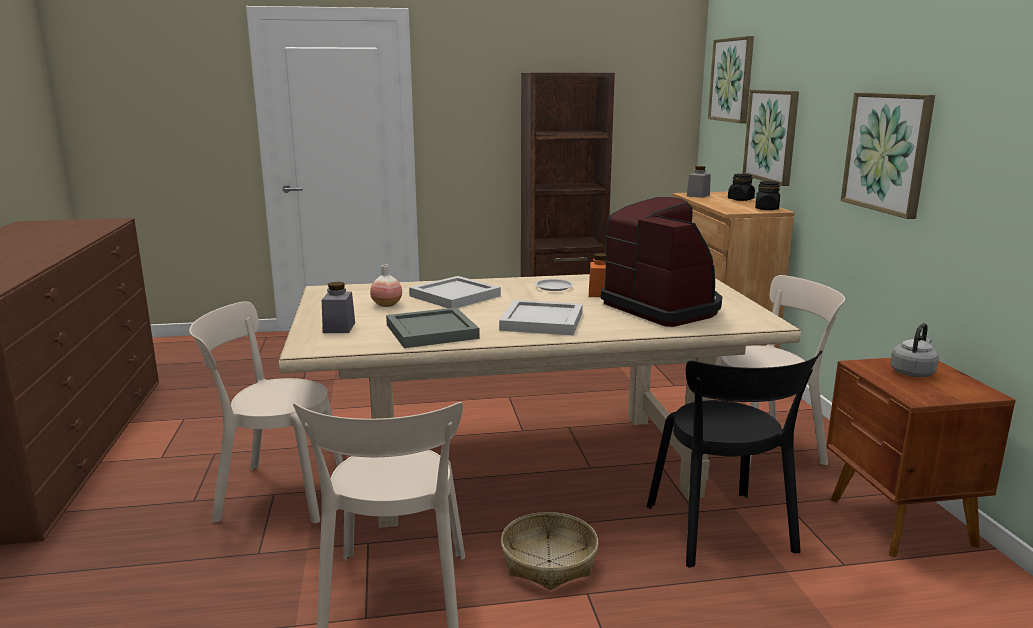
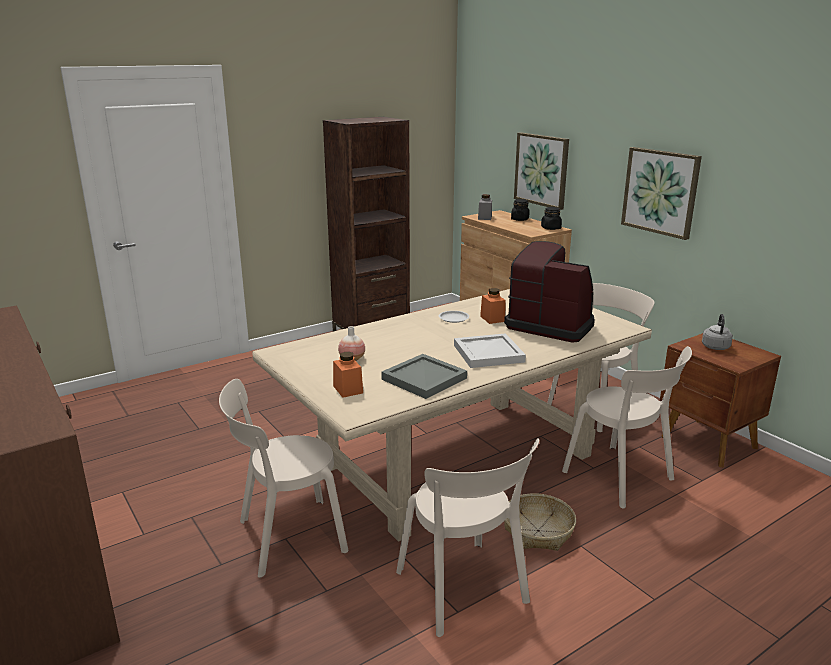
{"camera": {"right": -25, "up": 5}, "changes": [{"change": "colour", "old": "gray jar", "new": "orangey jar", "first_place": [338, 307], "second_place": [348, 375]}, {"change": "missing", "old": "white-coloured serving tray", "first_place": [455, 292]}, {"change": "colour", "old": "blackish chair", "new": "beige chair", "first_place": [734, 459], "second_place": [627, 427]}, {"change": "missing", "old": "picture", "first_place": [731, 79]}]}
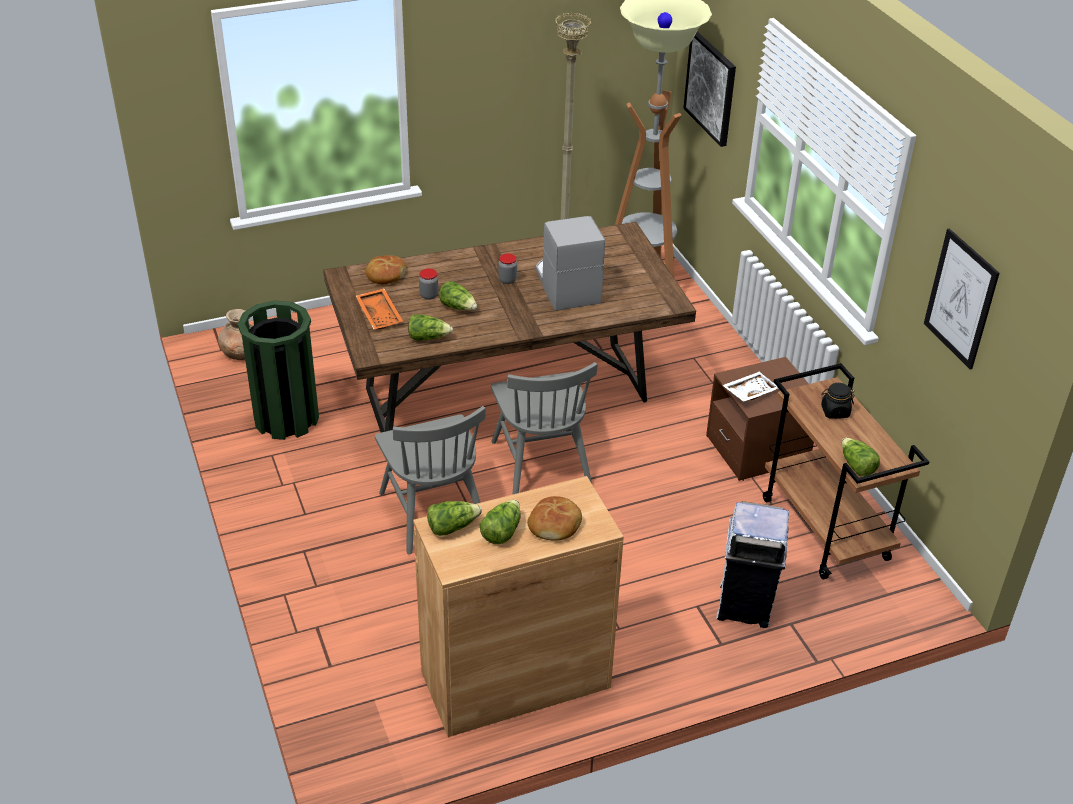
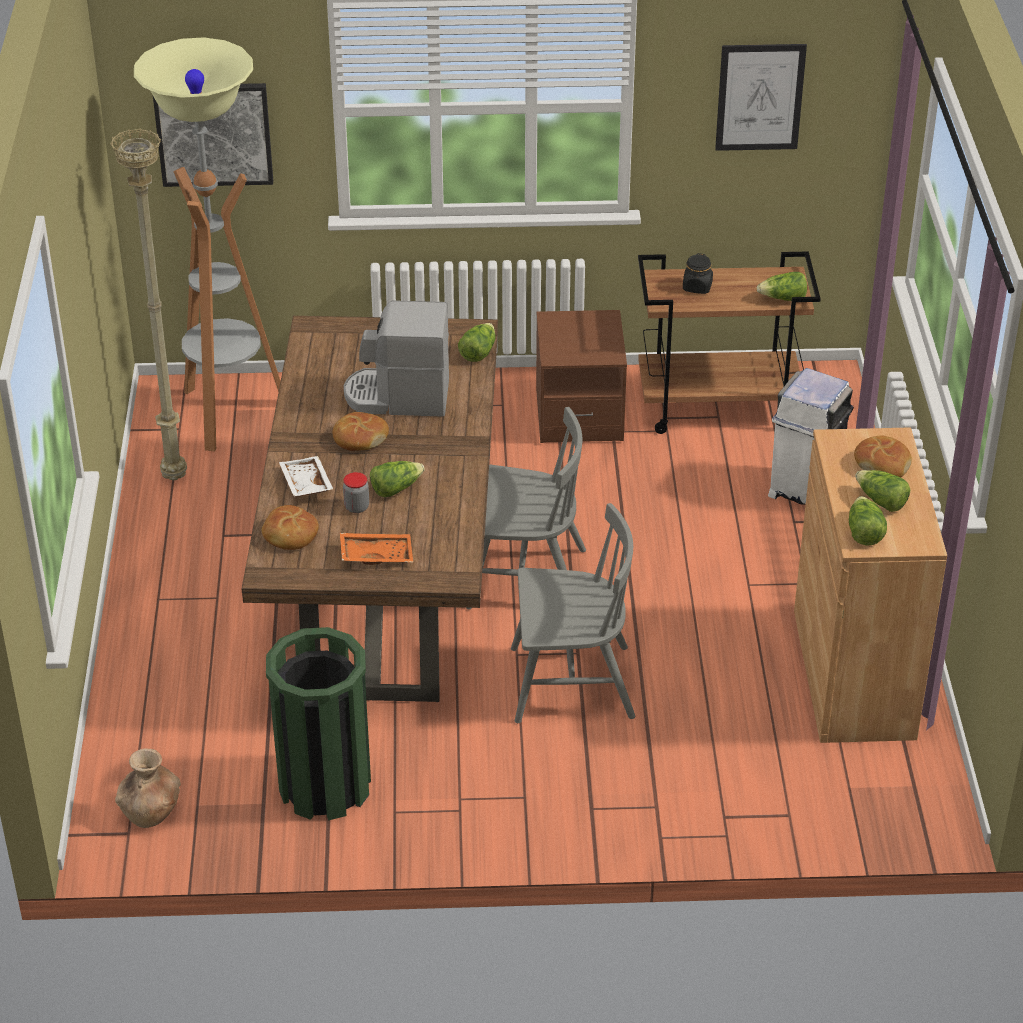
{"camera": {"right": -70, "up": 0}, "changes": [{"change": "relocated", "old": "head of lettuce", "first_place": [430, 327], "second_place": [477, 342]}, {"change": "exchanged", "old": "jar", "new": "bread", "first_place": [507, 269], "second_place": [361, 431]}, {"change": "relocated", "old": "white-coloured serving tray", "first_place": [750, 386], "second_place": [306, 476]}]}
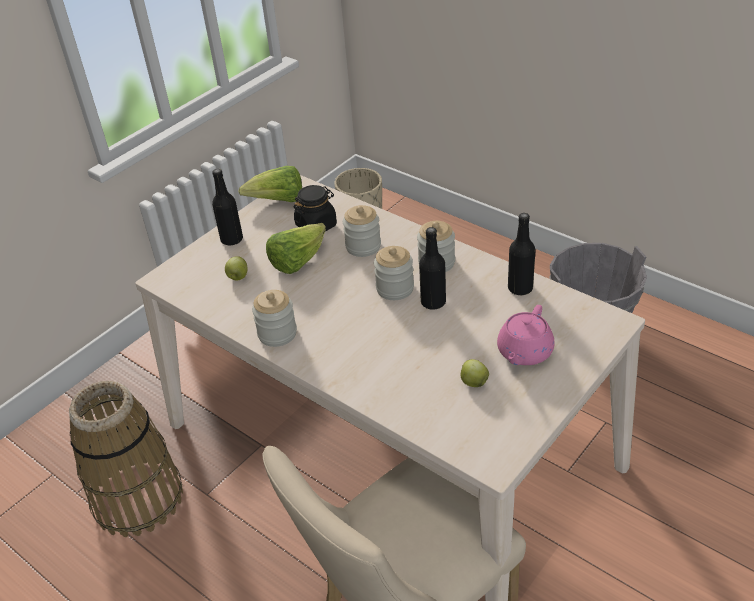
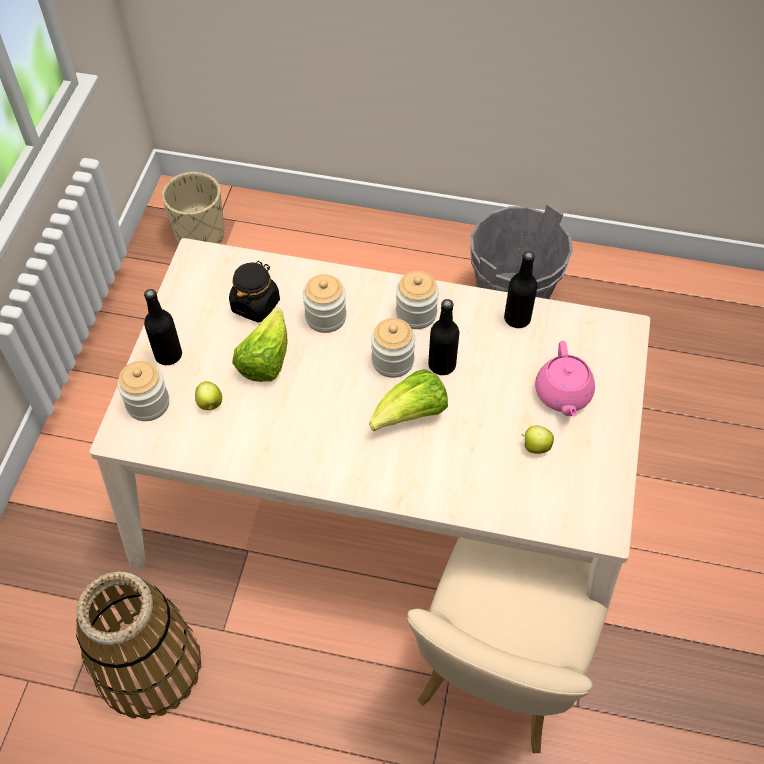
{"camera": {"right": -30, "up": 15}, "changes": [{"change": "relocated", "old": "head of lettuce", "first_place": [270, 184], "second_place": [408, 400]}, {"change": "relocated", "old": "jar", "first_place": [274, 318], "second_place": [143, 391]}]}
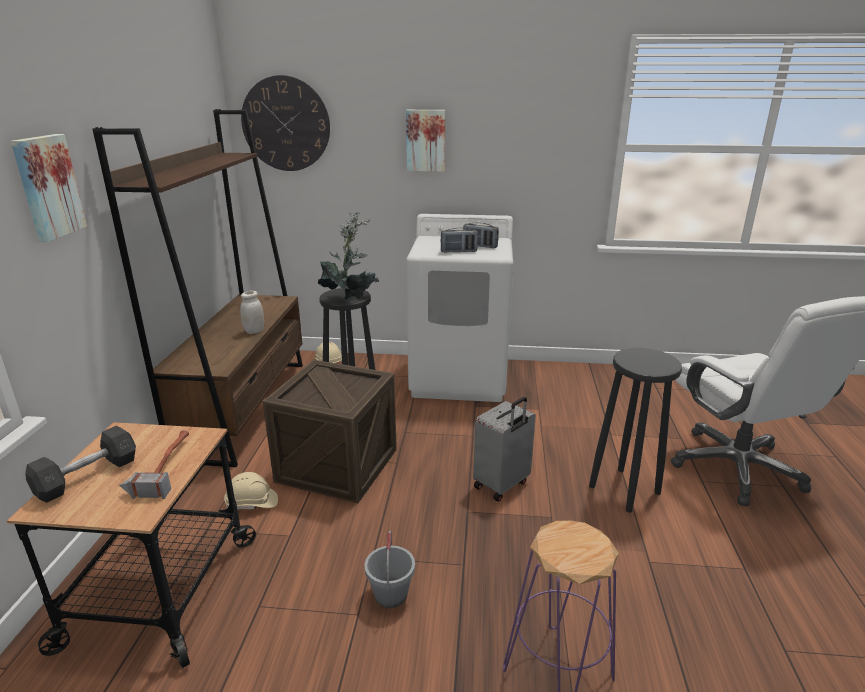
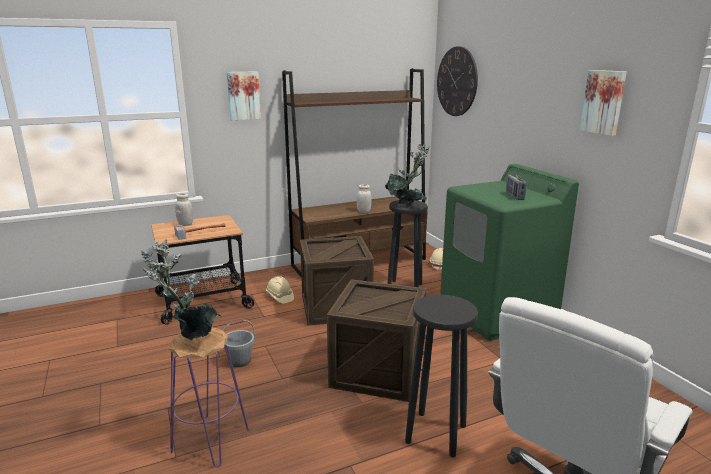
{"camera": {"right": 60, "up": -5}, "changes": [{"change": "exchanged", "old": "gray dumbbell", "new": "white-coloured jar", "first_place": [80, 464], "second_place": [184, 209]}, {"change": "relocated", "old": "picture", "first_place": [425, 141], "second_place": [603, 103]}, {"change": "colour", "old": "white-coloured laundry appliance", "new": "greenish laundry appliance", "first_place": [460, 308], "second_place": [509, 252]}, {"change": "missing", "old": "radio set", "first_place": [459, 240]}, {"change": "exchanged", "old": "gray piece of luggage", "new": "shipping crate", "first_place": [504, 449], "second_place": [376, 340]}, {"change": "appeared", "new": "potted plant", "second_place": [181, 289]}]}
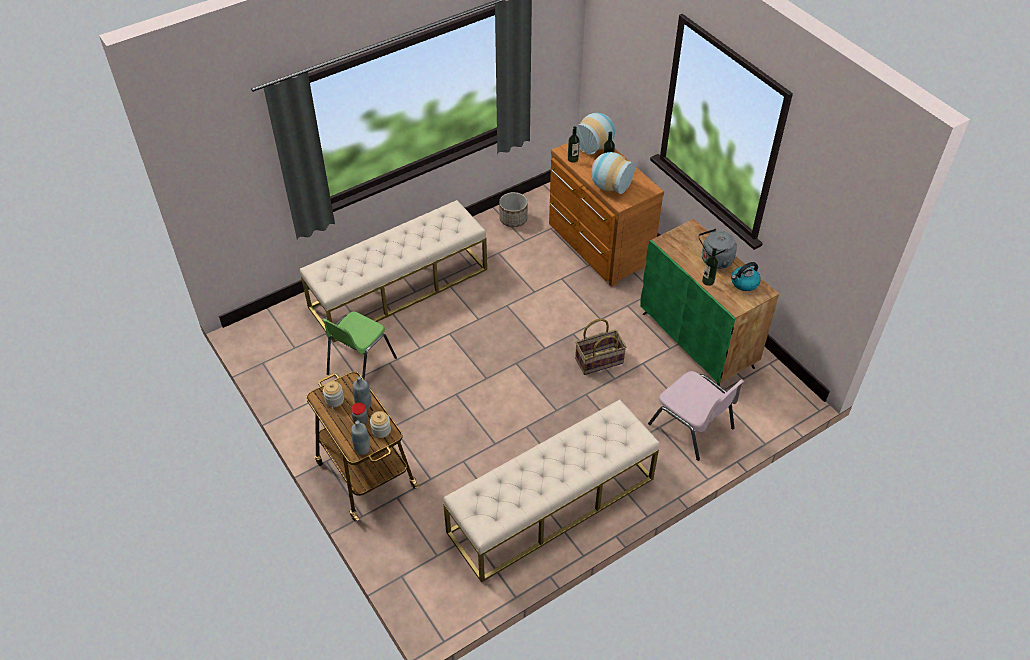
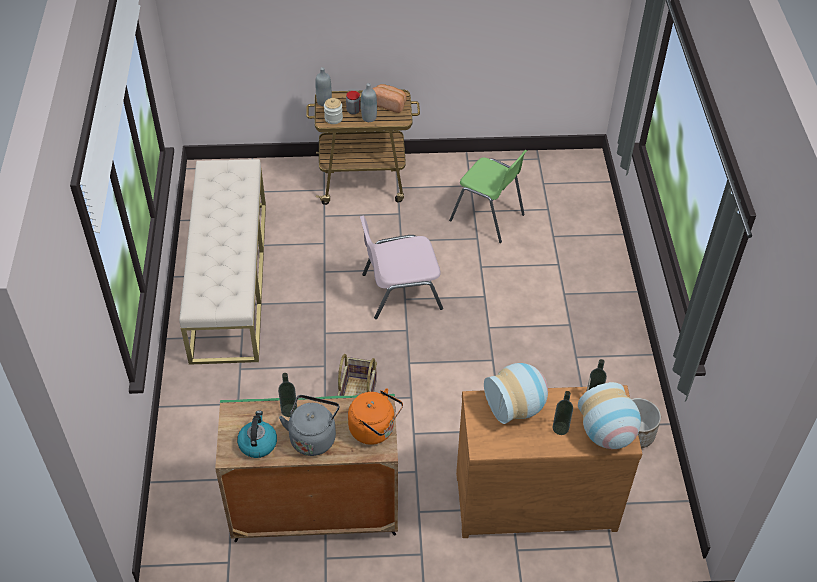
{"camera": {"right": 120, "up": 0}, "changes": [{"change": "missing", "old": "beige indoor bench", "first_place": [393, 271]}, {"change": "spun", "old": "greenish chair", "first_place": [359, 346], "second_place": [488, 196], "degrees": 150}, {"change": "exchanged", "old": "jar", "new": "bread", "first_place": [333, 394], "second_place": [390, 98]}, {"change": "relocated", "old": "pink chair", "first_place": [696, 416], "second_place": [401, 267]}, {"change": "appeared", "new": "orangey tea kettle", "second_place": [375, 416]}]}
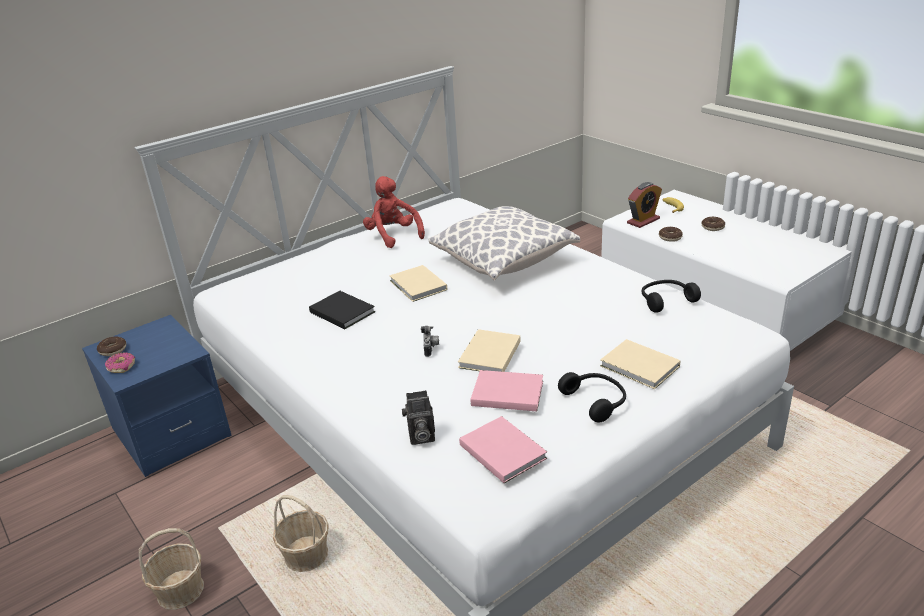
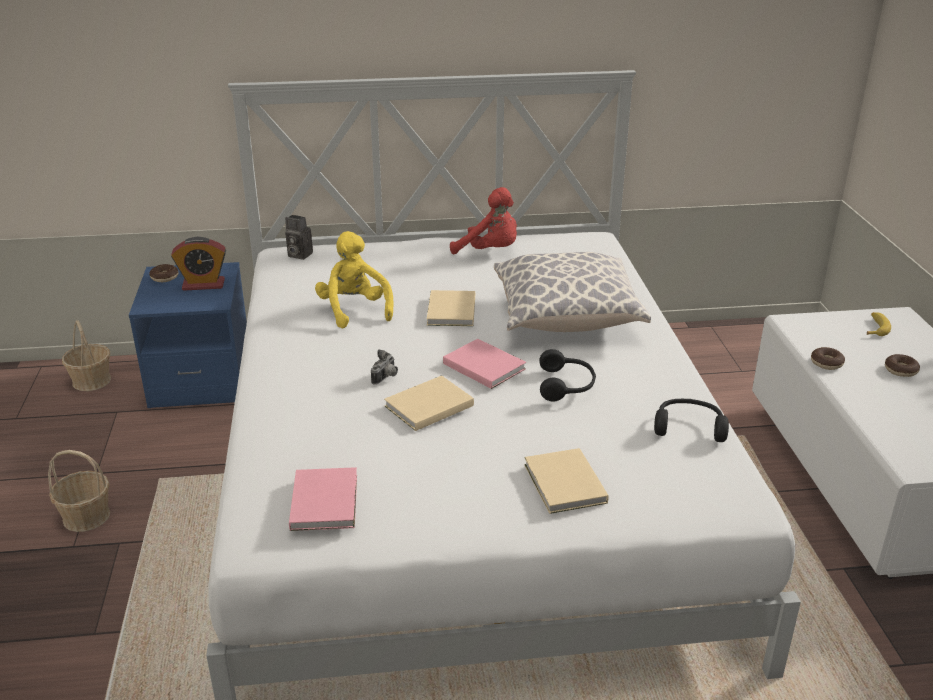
{"camera": {"right": 30, "up": 0}, "changes": [{"change": "missing", "old": "doughnut", "first_place": [120, 362]}, {"change": "relocated", "old": "basket", "first_place": [301, 533], "second_place": [86, 355]}, {"change": "exchanged", "old": "blackish bound book", "new": "yellow-coloured soft toy", "first_place": [342, 310], "second_place": [354, 280]}, {"change": "spun", "old": "red soft toy", "first_place": [394, 212], "second_place": [483, 220], "degrees": 120}, {"change": "relocated", "old": "still camera", "first_place": [418, 417], "second_place": [299, 237]}, {"change": "relocated", "old": "pink bound book", "first_place": [506, 390], "second_place": [484, 364]}, {"change": "relocated", "old": "blackish headset", "first_place": [592, 397], "second_place": [567, 375]}, {"change": "relocated", "old": "table clock", "first_place": [644, 205], "second_place": [198, 264]}]}
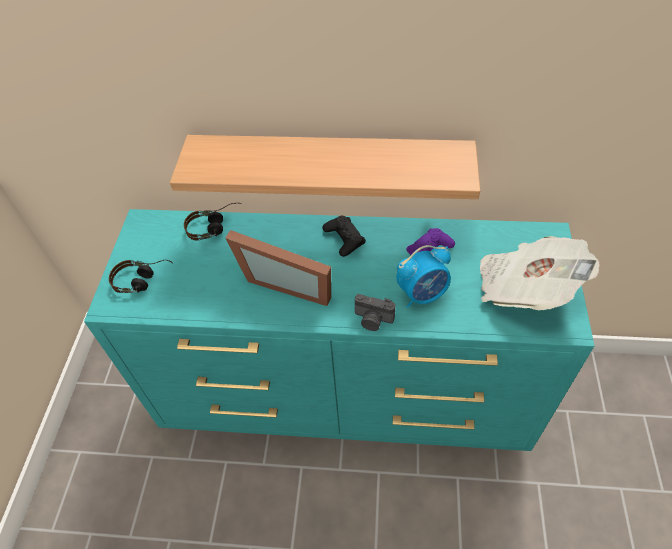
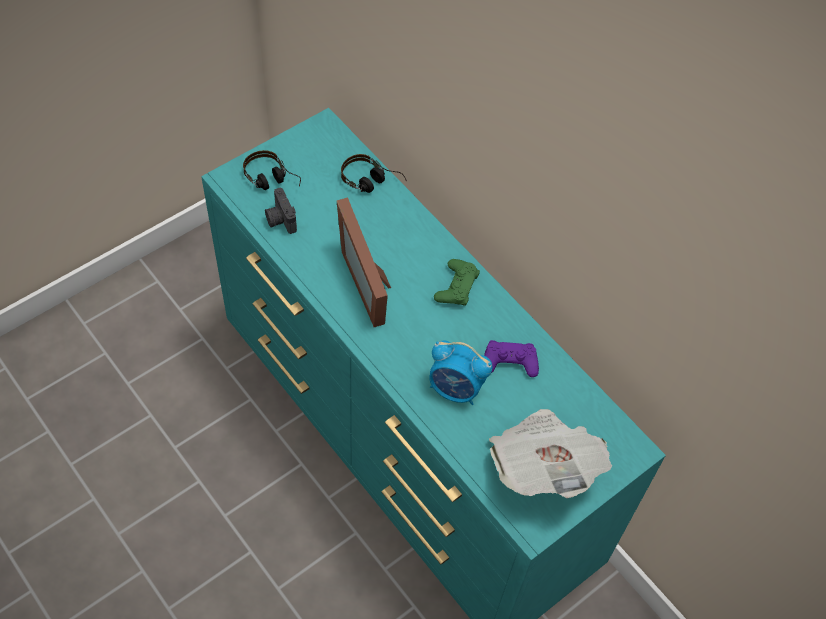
{"camera": {"right": 40, "up": 5}, "changes": [{"change": "missing", "old": "wall shelf", "first_place": [325, 167]}, {"change": "colour", "old": "blackish game controller", "new": "greenish game controller", "first_place": [344, 236], "second_place": [457, 282]}, {"change": "relocated", "old": "still camera", "first_place": [375, 312], "second_place": [281, 211]}]}
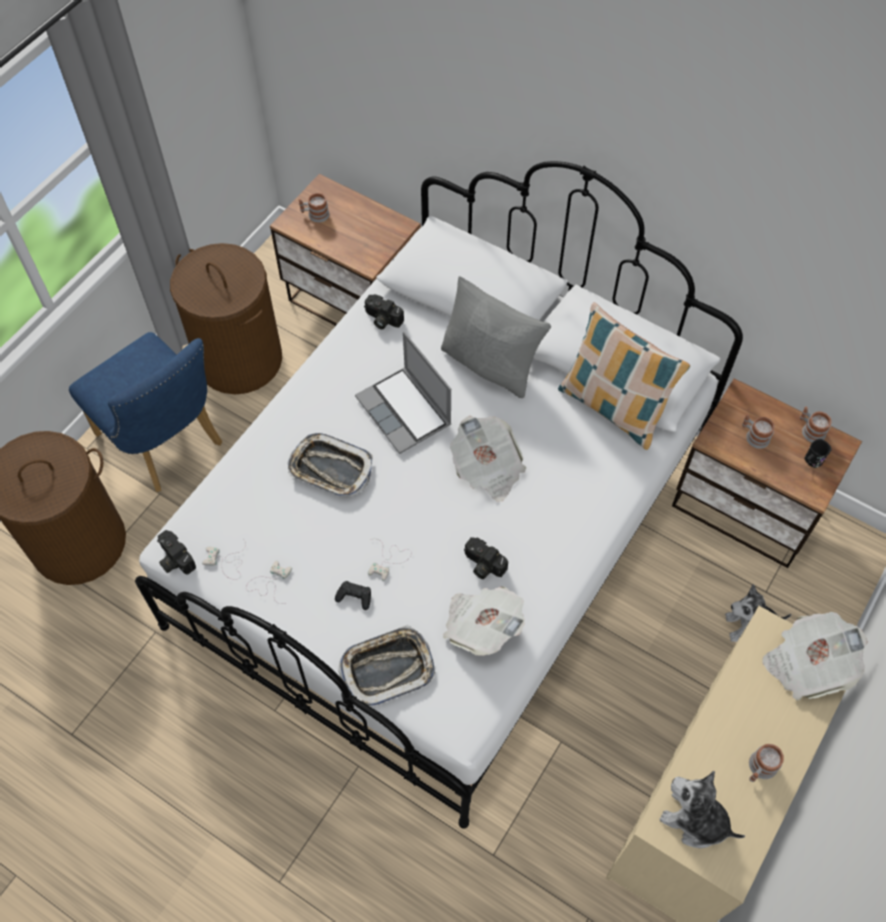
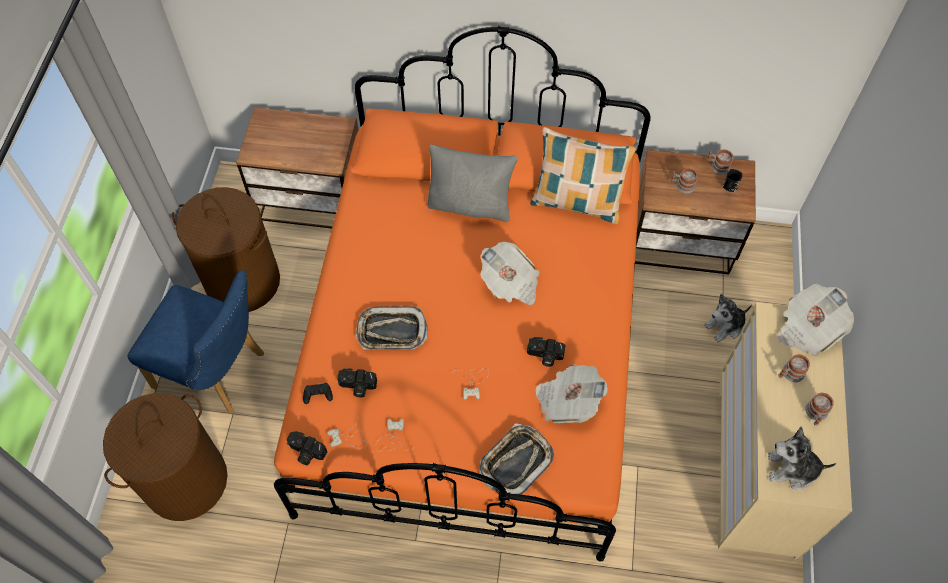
{"camera": {"right": -25, "up": 0}, "changes": [{"change": "colour", "old": "white-coloured bed", "new": "orangey bed", "first_place": [439, 494], "second_place": [462, 294]}, {"change": "relocated", "old": "coffee mug", "first_place": [314, 208], "second_place": [794, 368]}, {"change": "relocated", "old": "blackish game controller", "first_place": [353, 595], "second_place": [318, 393]}, {"change": "missing", "old": "laptop", "first_place": [403, 392]}, {"change": "relocated", "old": "still camera", "first_place": [384, 311], "second_place": [357, 382]}]}
